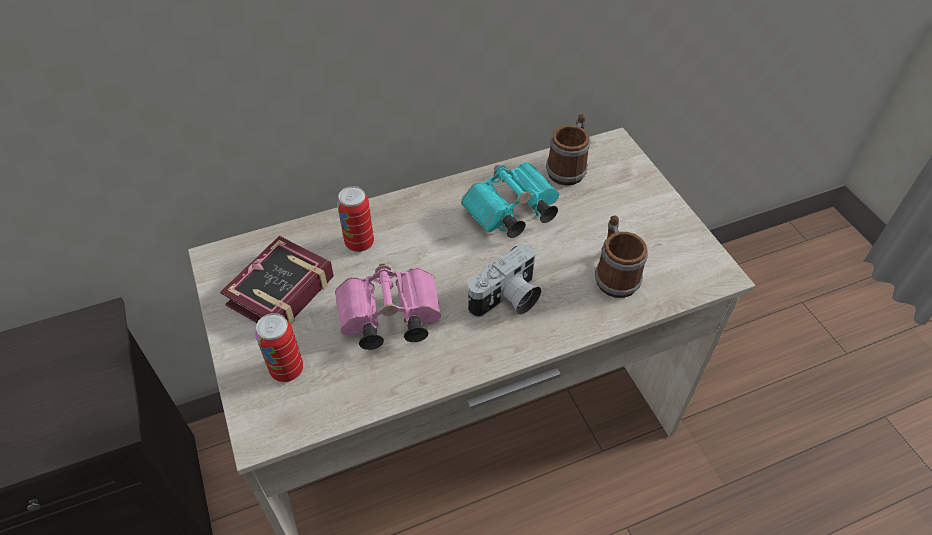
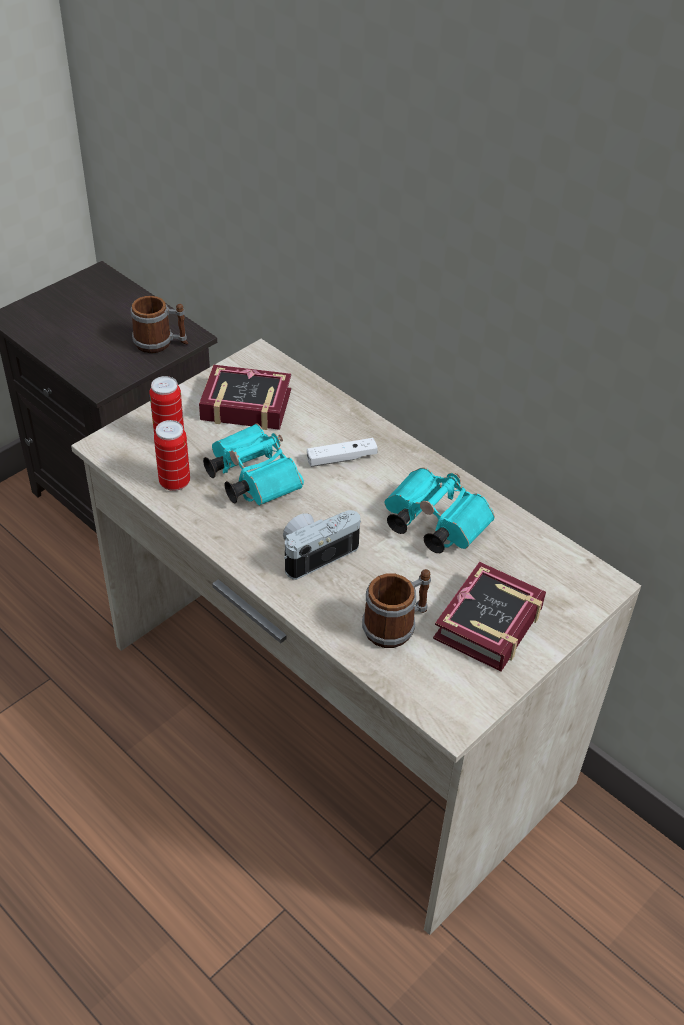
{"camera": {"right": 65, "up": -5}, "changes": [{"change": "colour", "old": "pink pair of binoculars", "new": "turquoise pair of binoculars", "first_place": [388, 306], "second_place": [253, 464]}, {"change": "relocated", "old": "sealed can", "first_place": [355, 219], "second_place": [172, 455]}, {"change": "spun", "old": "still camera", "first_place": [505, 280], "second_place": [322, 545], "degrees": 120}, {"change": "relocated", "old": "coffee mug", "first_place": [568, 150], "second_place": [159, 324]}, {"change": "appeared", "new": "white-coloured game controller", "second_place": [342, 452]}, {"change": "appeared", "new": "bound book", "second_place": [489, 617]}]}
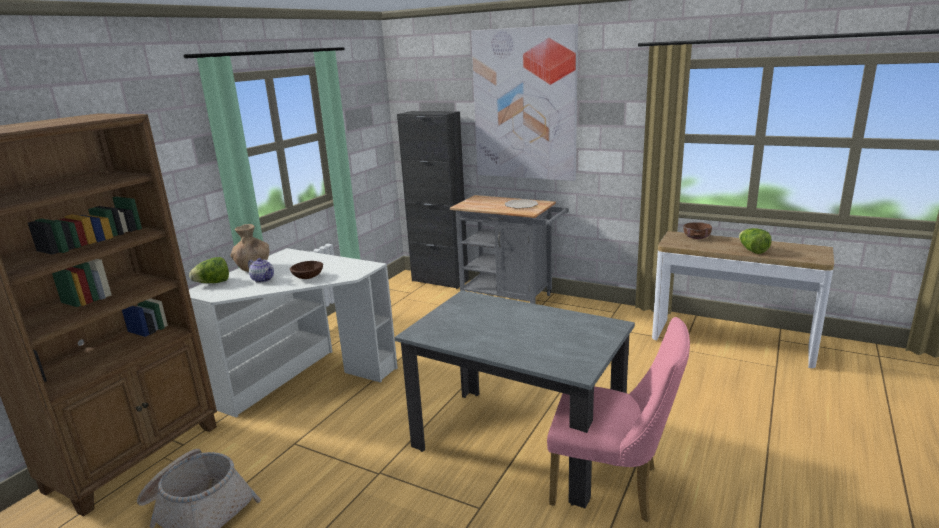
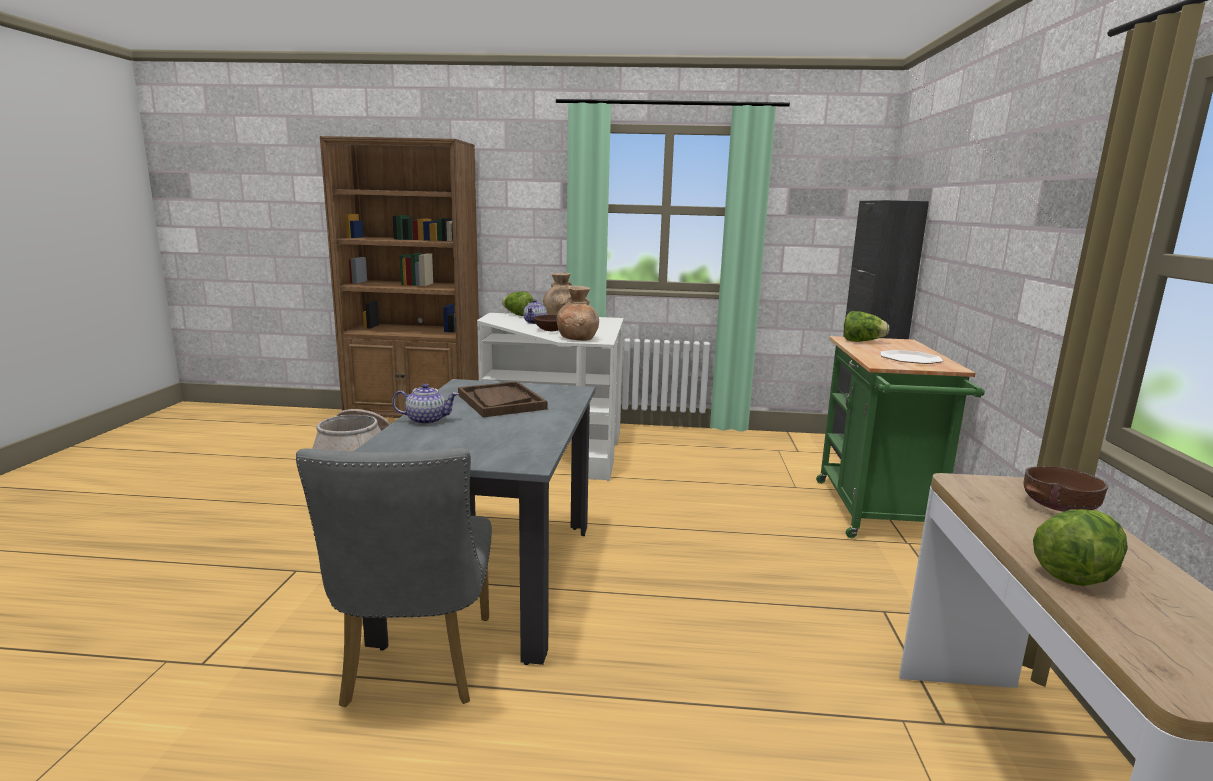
{"camera": {"right": 65, "up": -5}, "changes": [{"change": "colour", "old": "gray wheeled cart", "new": "greenish wheeled cart", "first_place": [509, 249], "second_place": [900, 437]}, {"change": "missing", "old": "picture", "first_place": [524, 102]}, {"change": "colour", "old": "pink chair", "new": "gray chair", "first_place": [618, 419], "second_place": [394, 578]}, {"change": "appeared", "new": "pot for tea", "second_place": [425, 404]}, {"change": "appeared", "new": "brown serving tray", "second_place": [503, 399]}, {"change": "appeared", "new": "brown decorative vase", "second_place": [578, 313]}, {"change": "appeared", "new": "head of lettuce", "second_place": [866, 326]}]}
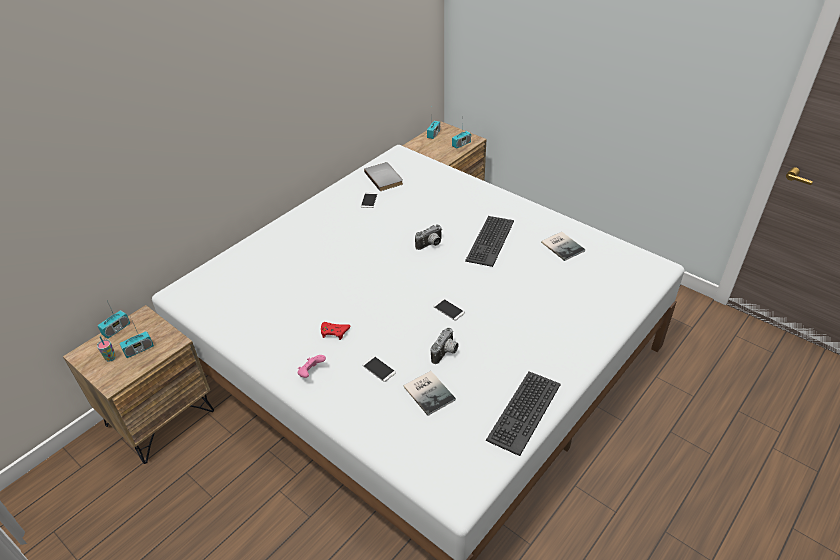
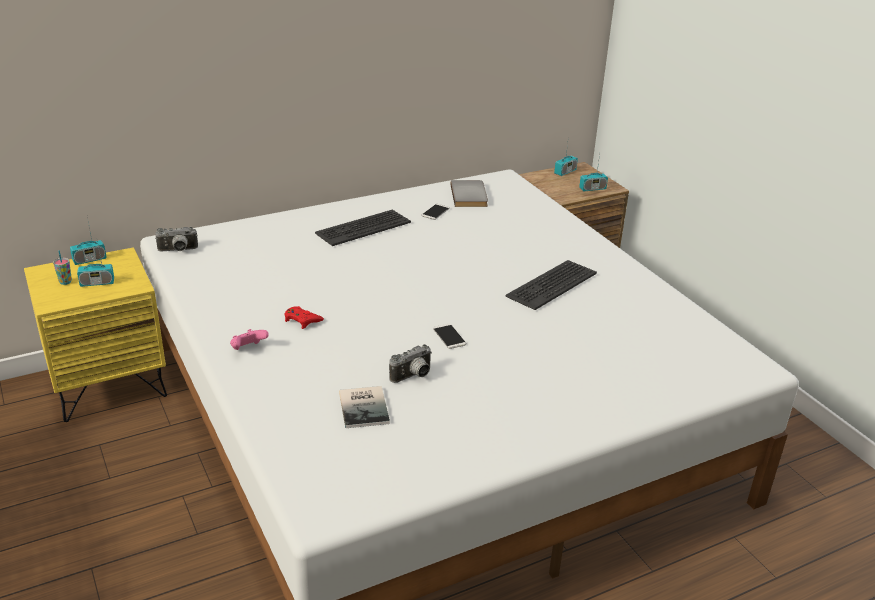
{"camera": {"right": 20, "up": -10}, "changes": [{"change": "colour", "old": "brown nightstand", "new": "yellow-coloured nightstand", "first_place": [138, 384], "second_place": [95, 334]}, {"change": "missing", "old": "handset", "first_place": [379, 369]}, {"change": "relocated", "old": "still camera", "first_place": [428, 237], "second_place": [176, 239]}, {"change": "relocated", "old": "PC keyboard", "first_place": [523, 413], "second_place": [363, 228]}, {"change": "missing", "old": "bound book", "first_place": [563, 246]}]}
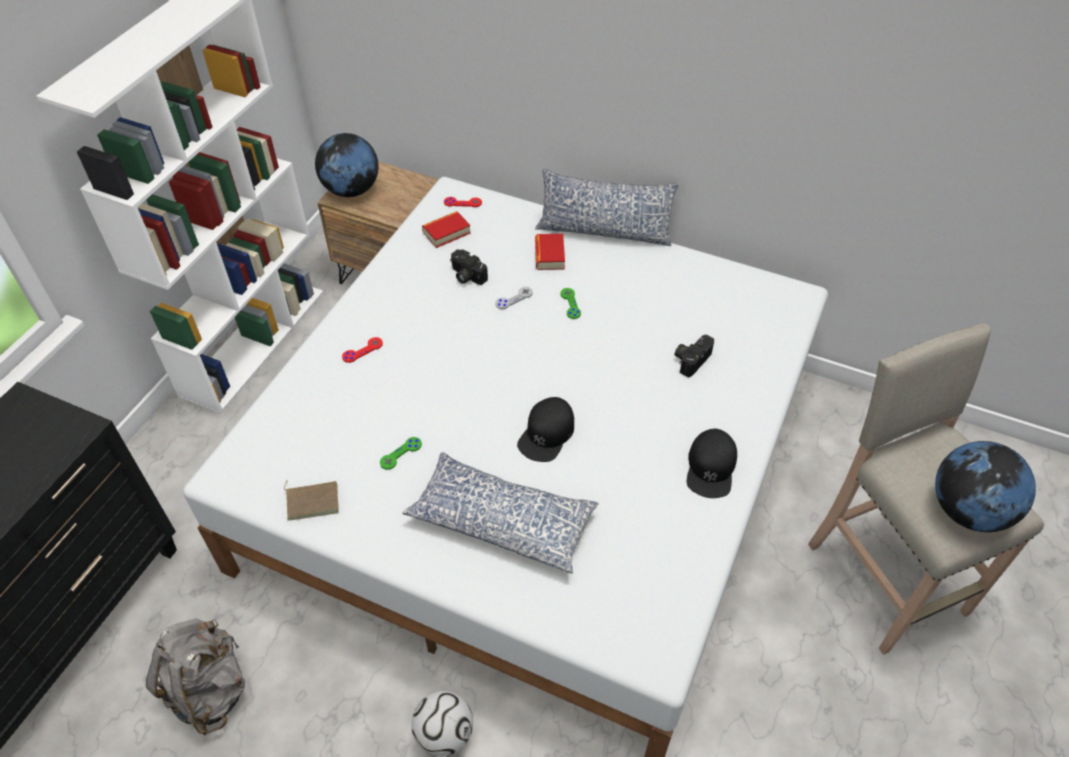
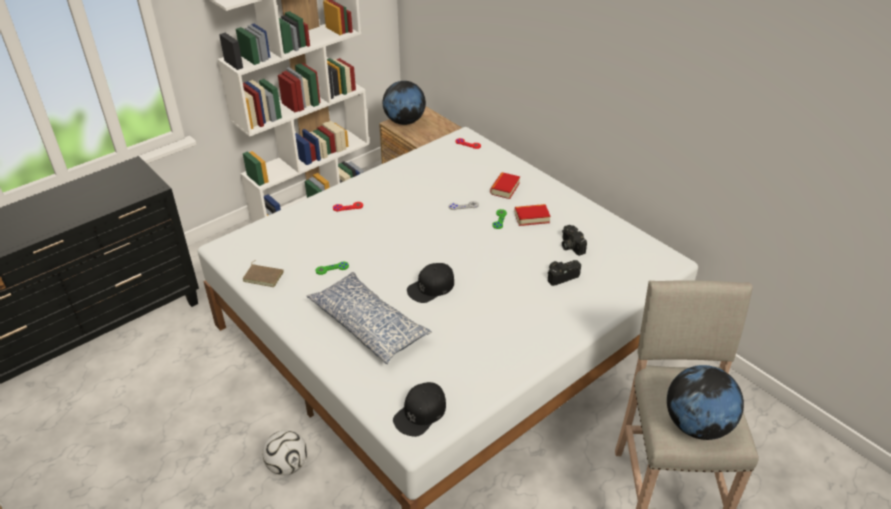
{"camera": {"right": 25, "up": -10}, "changes": [{"change": "missing", "old": "gray knapsack", "first_place": [195, 676]}, {"change": "relocated", "old": "bound book", "first_place": [446, 229], "second_place": [532, 215]}, {"change": "relocated", "old": "still camera", "first_place": [469, 267], "second_place": [574, 240]}, {"change": "missing", "old": "pillow", "first_place": [607, 207]}, {"change": "relocated", "old": "blackish cap", "first_place": [712, 463], "second_place": [419, 409]}]}
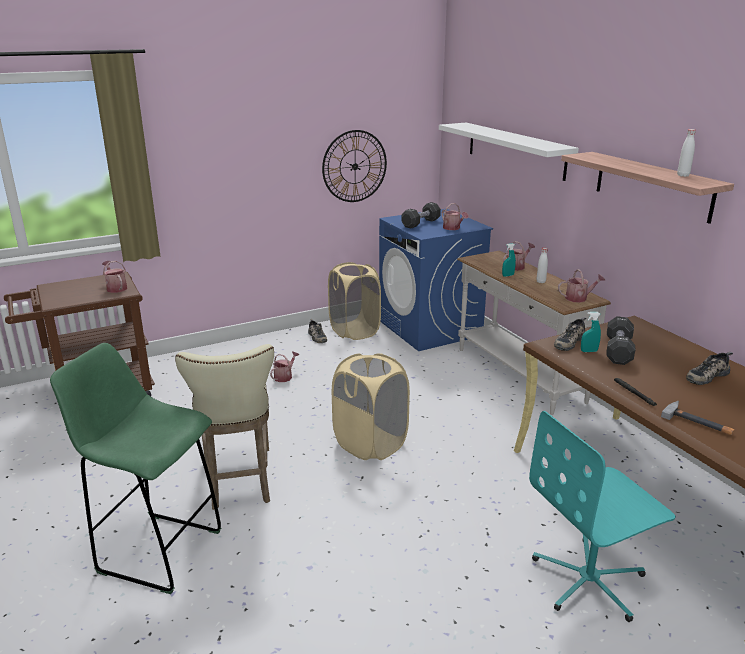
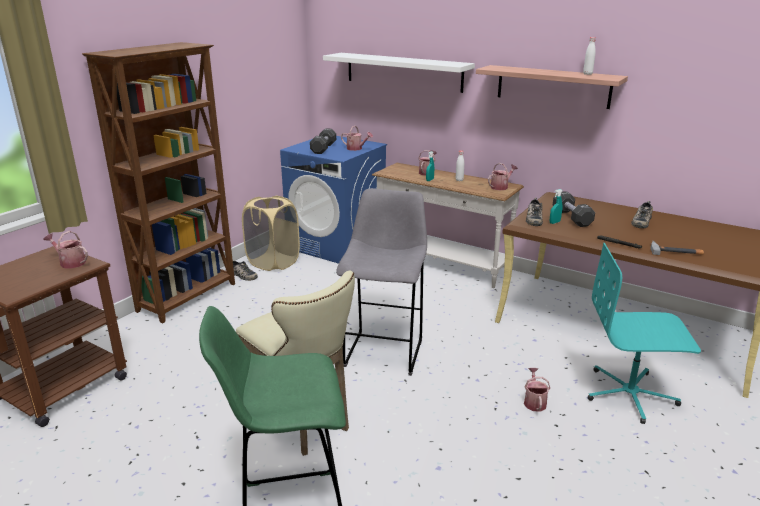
{"camera": {"right": -30, "up": 0}, "changes": [{"change": "relocated", "old": "watering can", "first_place": [284, 366], "second_place": [537, 390]}, {"change": "missing", "old": "clock on the wall", "first_place": [354, 166]}, {"change": "exchanged", "old": "beige laundry basket", "new": "gray sitting stool", "first_place": [371, 406], "second_place": [381, 282]}, {"change": "spun", "old": "turquoise office chair", "first_place": [602, 516], "second_place": [644, 333], "degrees": 60}, {"change": "appeared", "new": "brown shelving unit", "second_place": [158, 183]}]}
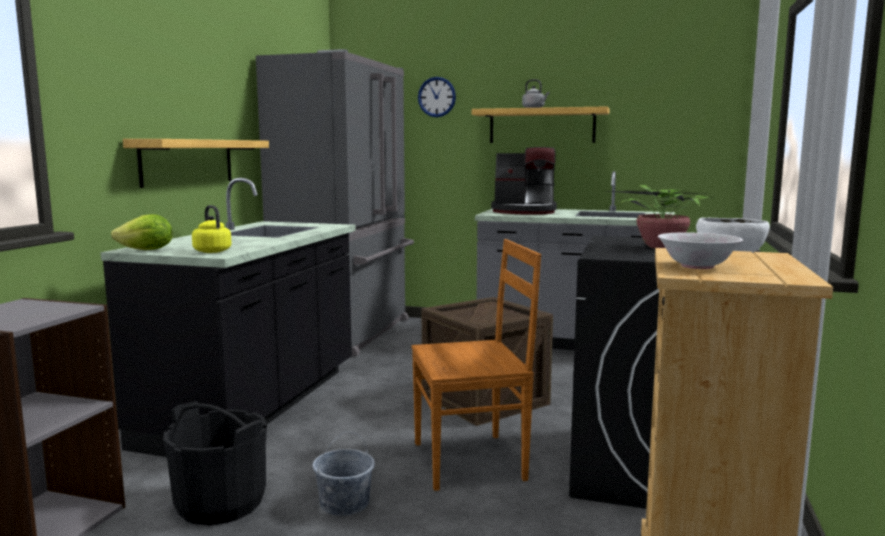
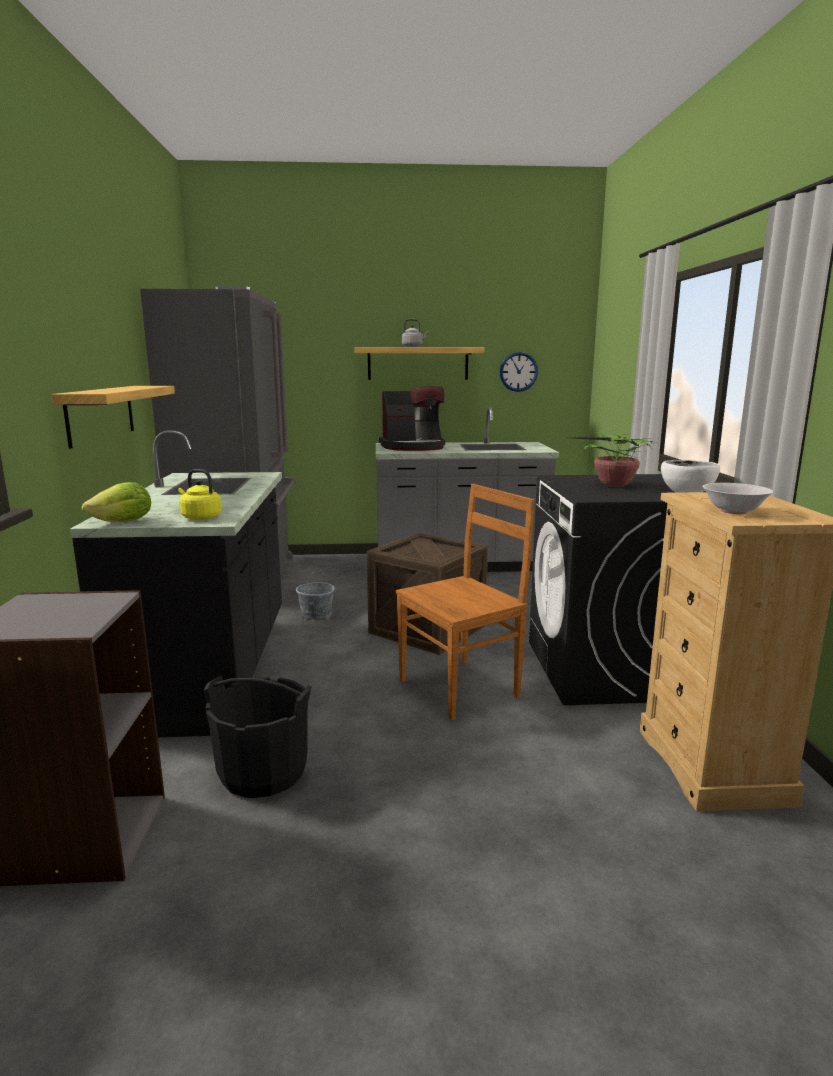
{"camera": {"right": -20, "up": 5}, "changes": [{"change": "relocated", "old": "gray pail", "first_place": [344, 474], "second_place": [315, 594]}, {"change": "relocated", "old": "clock on the wall", "first_place": [437, 97], "second_place": [519, 372]}]}
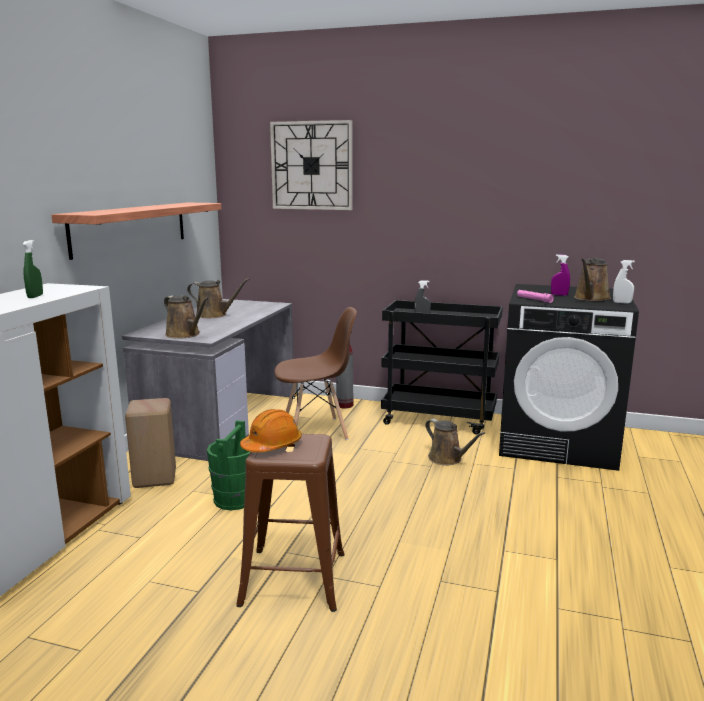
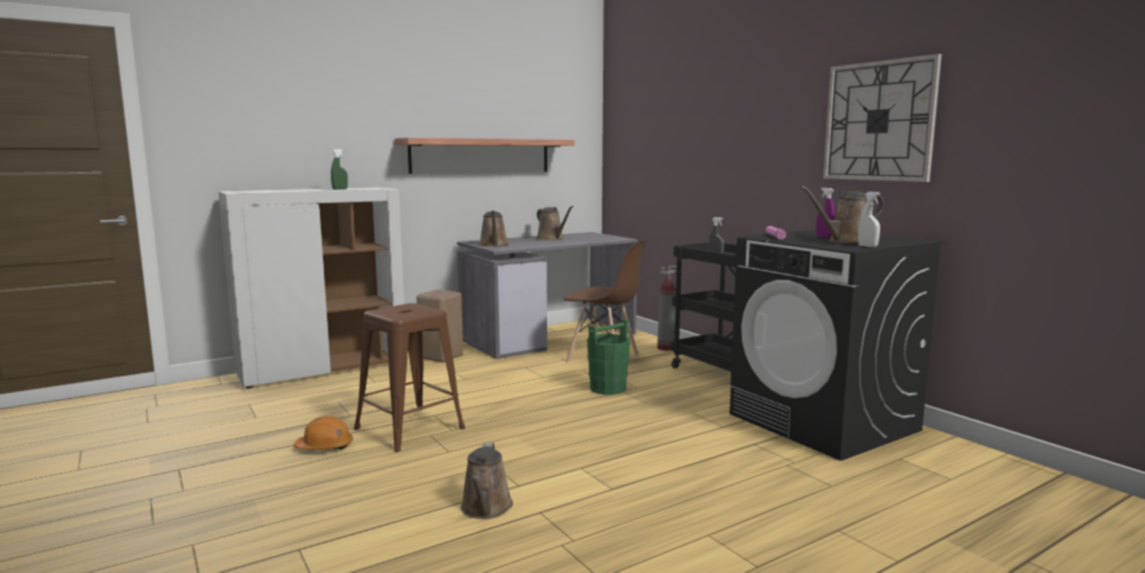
{"camera": {"right": 40, "up": -5}, "changes": [{"change": "relocated", "old": "greenish pail", "first_place": [228, 465], "second_place": [608, 357]}, {"change": "relocated", "old": "orangey hard hat", "first_place": [271, 430], "second_place": [323, 433]}, {"change": "relocated", "old": "clock on the wall", "first_place": [311, 165], "second_place": [882, 118]}, {"change": "relocated", "old": "brown watering can", "first_place": [455, 442], "second_place": [486, 480]}]}
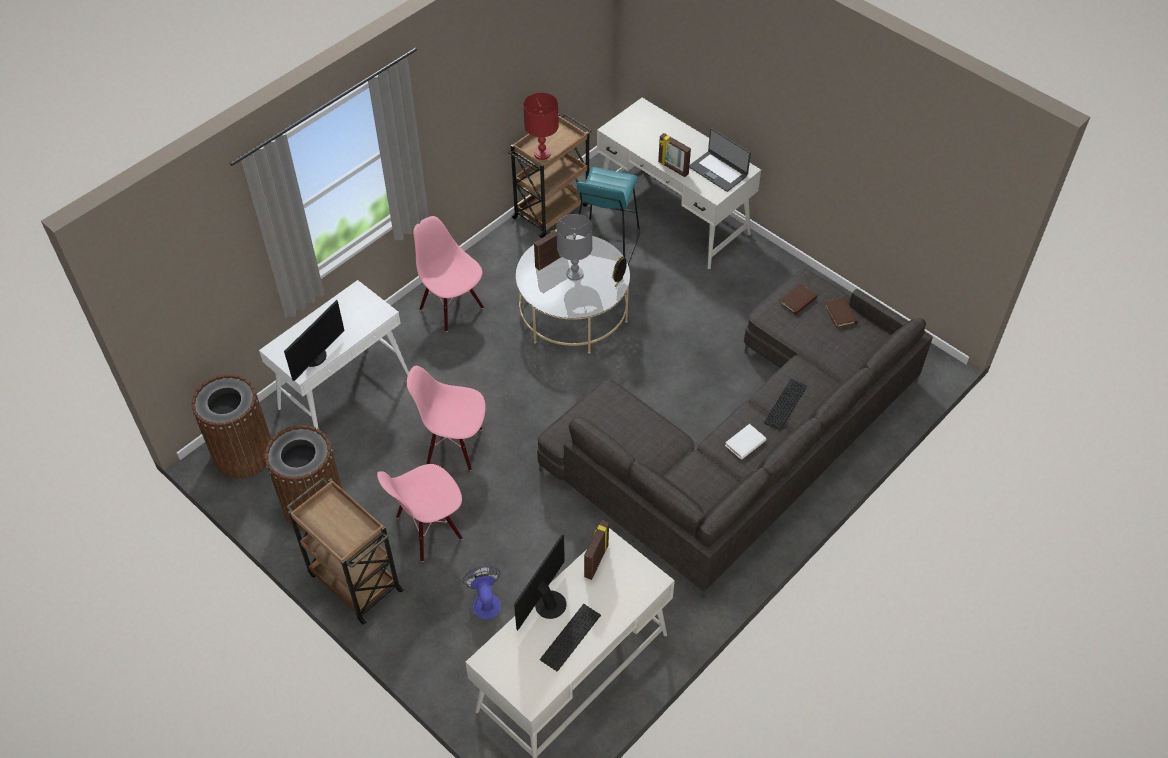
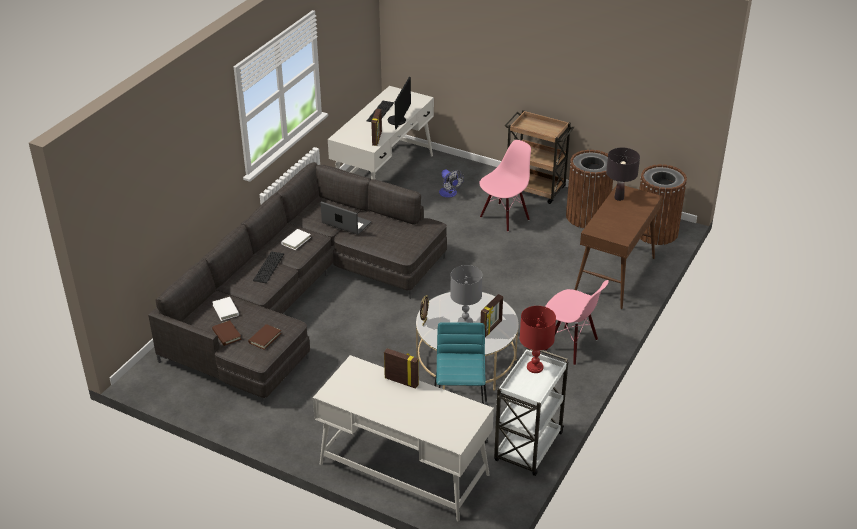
{"camera": {"right": 165, "up": -15}, "changes": [{"change": "colour", "old": "white-coloured narrow table", "new": "brown narrow table", "first_place": [334, 354], "second_place": [618, 247]}, {"change": "exchanged", "old": "computer display", "new": "blackish lamp for a table", "first_place": [314, 340], "second_place": [623, 174]}, {"change": "missing", "old": "pink chair", "first_place": [446, 418]}, {"change": "colour", "old": "brown wheeled cart", "new": "white-coloured wheeled cart", "first_place": [550, 175], "second_place": [531, 412]}, {"change": "relocated", "old": "laptop", "first_place": [720, 160], "second_place": [345, 218]}, {"change": "appeared", "new": "white-coloured bound book", "second_place": [225, 309]}]}
